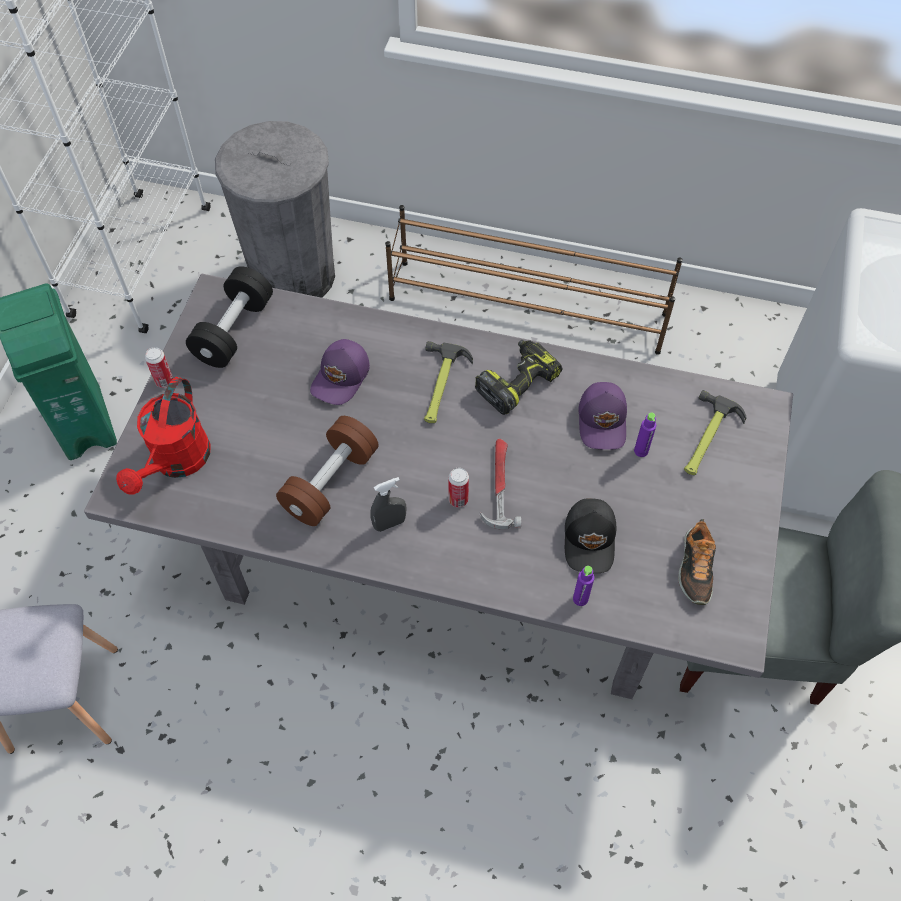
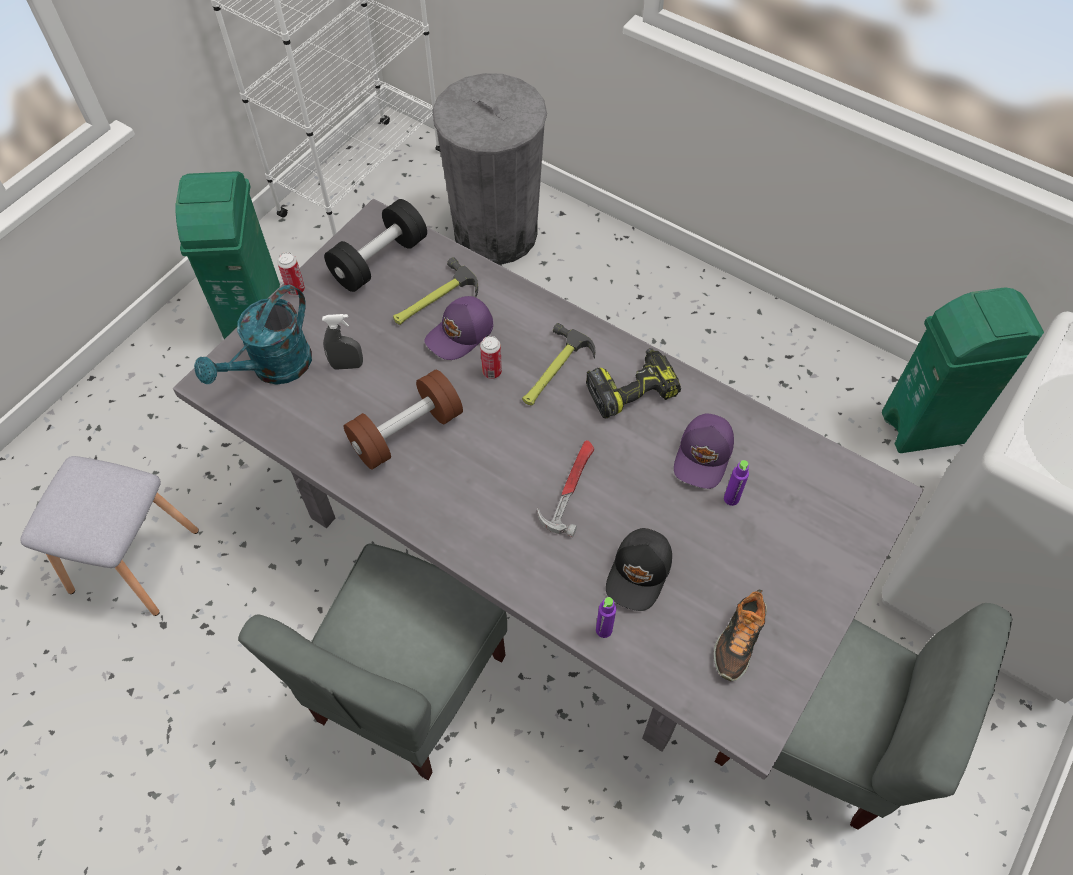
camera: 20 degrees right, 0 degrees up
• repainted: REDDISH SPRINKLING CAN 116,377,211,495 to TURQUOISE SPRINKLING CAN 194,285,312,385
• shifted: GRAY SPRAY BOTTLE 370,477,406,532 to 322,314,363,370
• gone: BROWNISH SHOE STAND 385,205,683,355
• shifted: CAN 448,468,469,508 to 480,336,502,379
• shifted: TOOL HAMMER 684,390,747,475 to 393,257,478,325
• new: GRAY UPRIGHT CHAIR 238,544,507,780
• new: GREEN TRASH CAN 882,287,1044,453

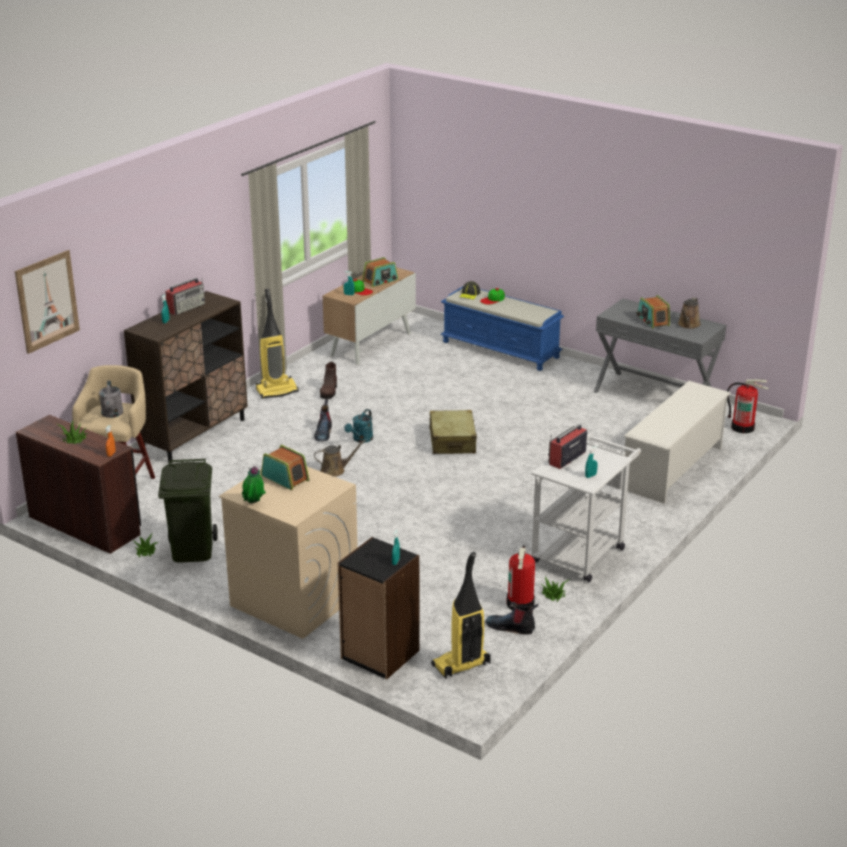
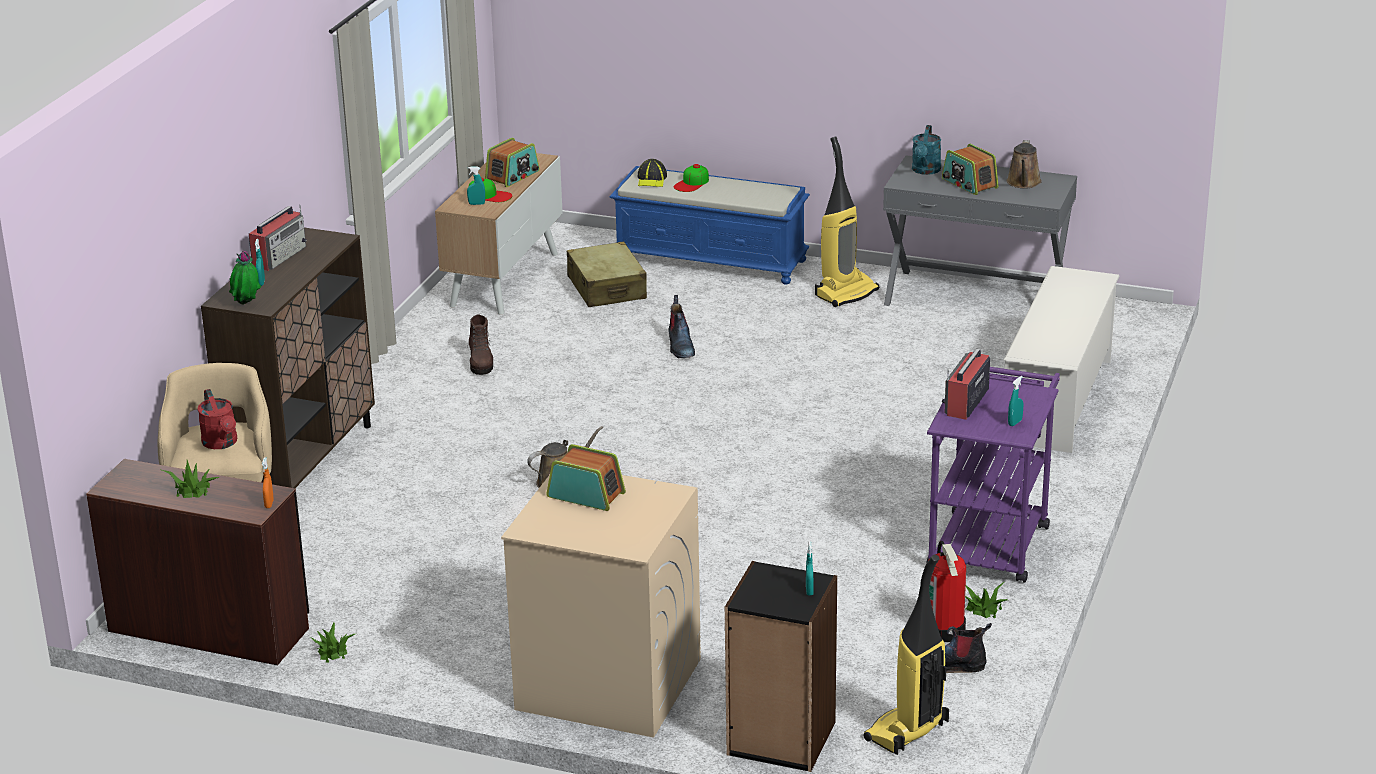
camera: 15 degrees left, 0 degrees up
• gone: WALL ART 15,250,80,354
• repainted: GRAY SPRINKLING CAN 99,380,123,418 to REDDISH SPRINKLING CAN 197,389,237,449
• gone: GREEN TRASH CAN 158,459,218,563
• shifted: PLANT IN A POT 242,466,266,504 to 229,251,261,304
• shifted: HOOVER 256,289,299,399 to 815,137,879,307
• shifted: BOOT 314,399,332,442 to 668,295,695,358
• shifted: TURQUOISE SPRINKLING CAN 344,409,373,443 to 912,125,941,175
• shifted: SAND-COLOURED PIECE OF LUGGAGE 430,410,477,454 to 567,241,647,307
• repainted: WHITE TROLLEY 531,433,641,582 to PURPLISH TROLLEY 927,367,1060,583
• gone: FIRE-FIGHTING CYLINDER 727,379,769,434

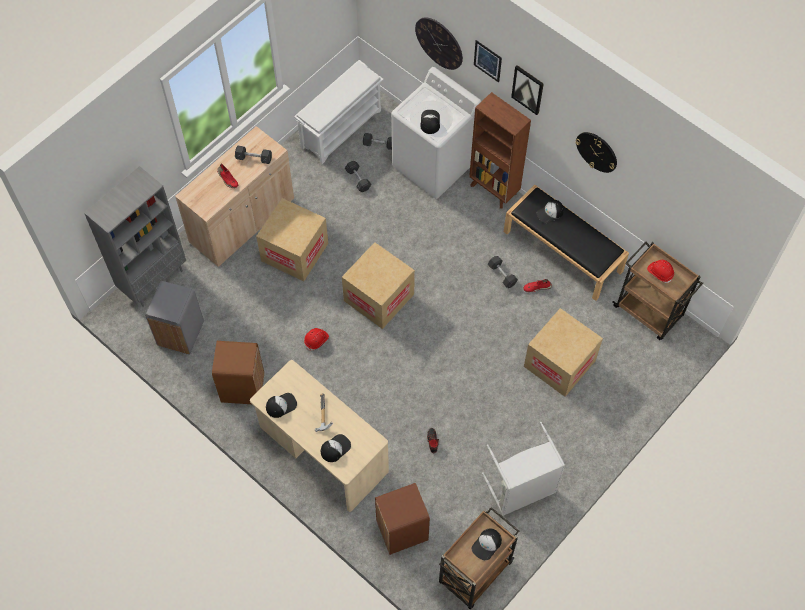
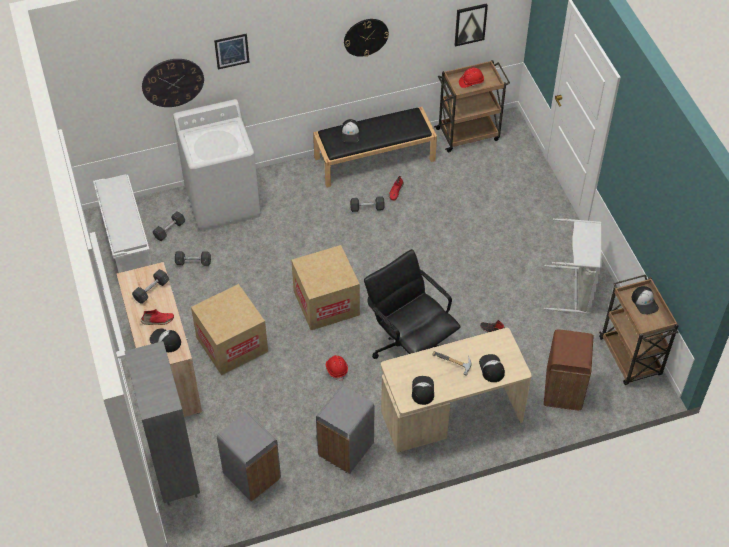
camera: 60 degrees left, 10 degrees down
• repainted: BROWNISH TRASH CAN 212,341,264,404 to GRAY TRASH CAN 316,385,374,474
• shifted: BASEBALL CAP 420,110,440,134 to 150,328,181,352
• gone: BROWNISH BOOKCASE 469,92,531,209
• shifted: WALL ART 511,65,544,115 to 455,3,488,47
• gone: PACKING BOX 524,308,603,397
• new: BLACK COMPUTER CHAIR 364,249,461,359

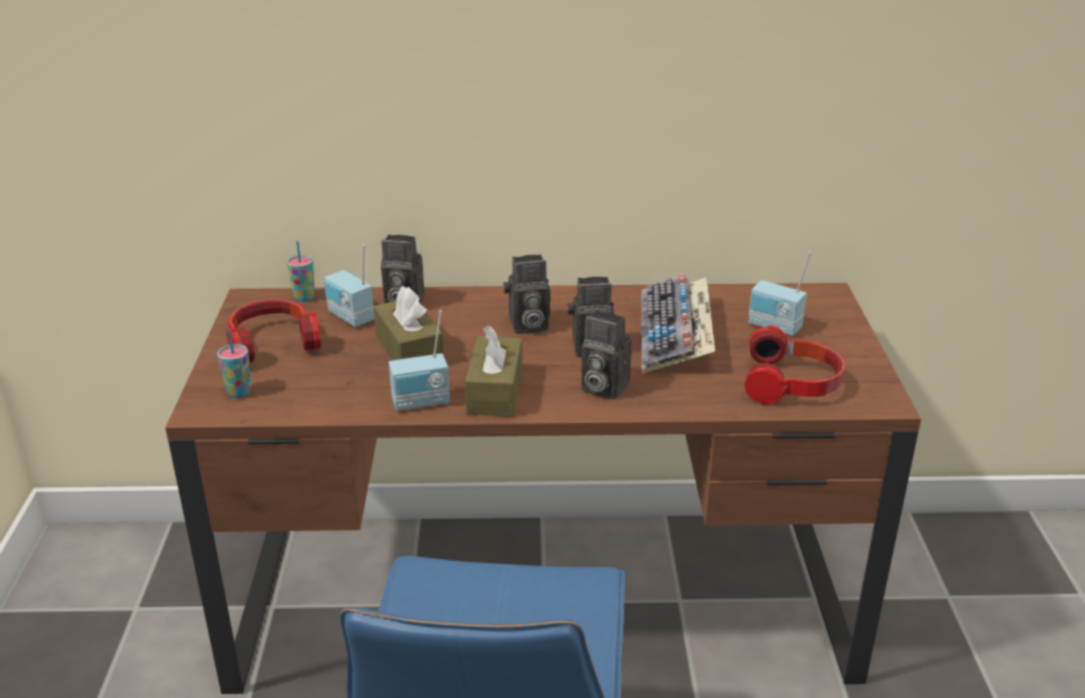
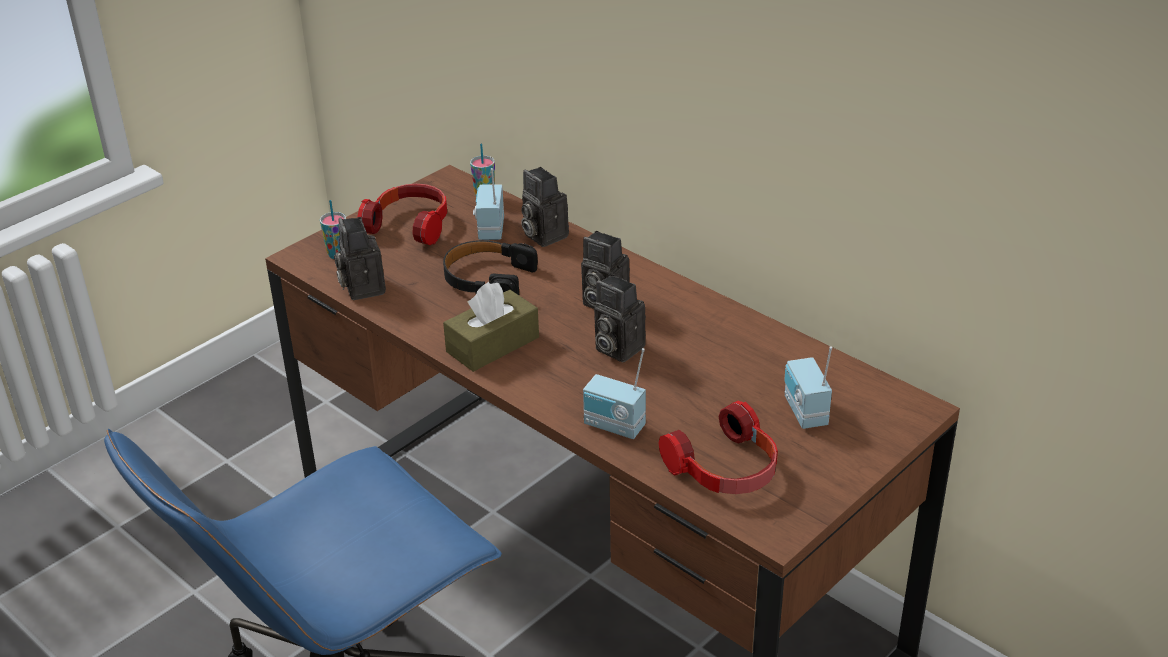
camera: 45 degrees right, 5 degrees up
• swapped: BROWNISH TISSUE HOLDER 373,286,444,360 to BLACK HEADSET 443,240,538,295
• shifted: RADIO 389,310,450,411 to 583,348,646,439
• shifted: STILL CAMERA 581,310,632,400 to 334,217,386,300
• gone: KEYBOARD 641,273,715,374

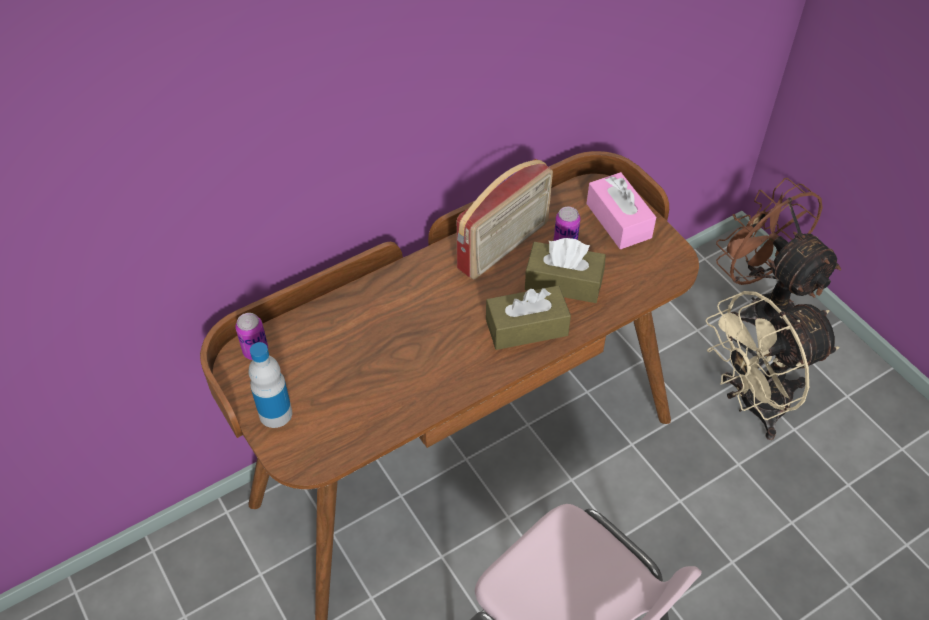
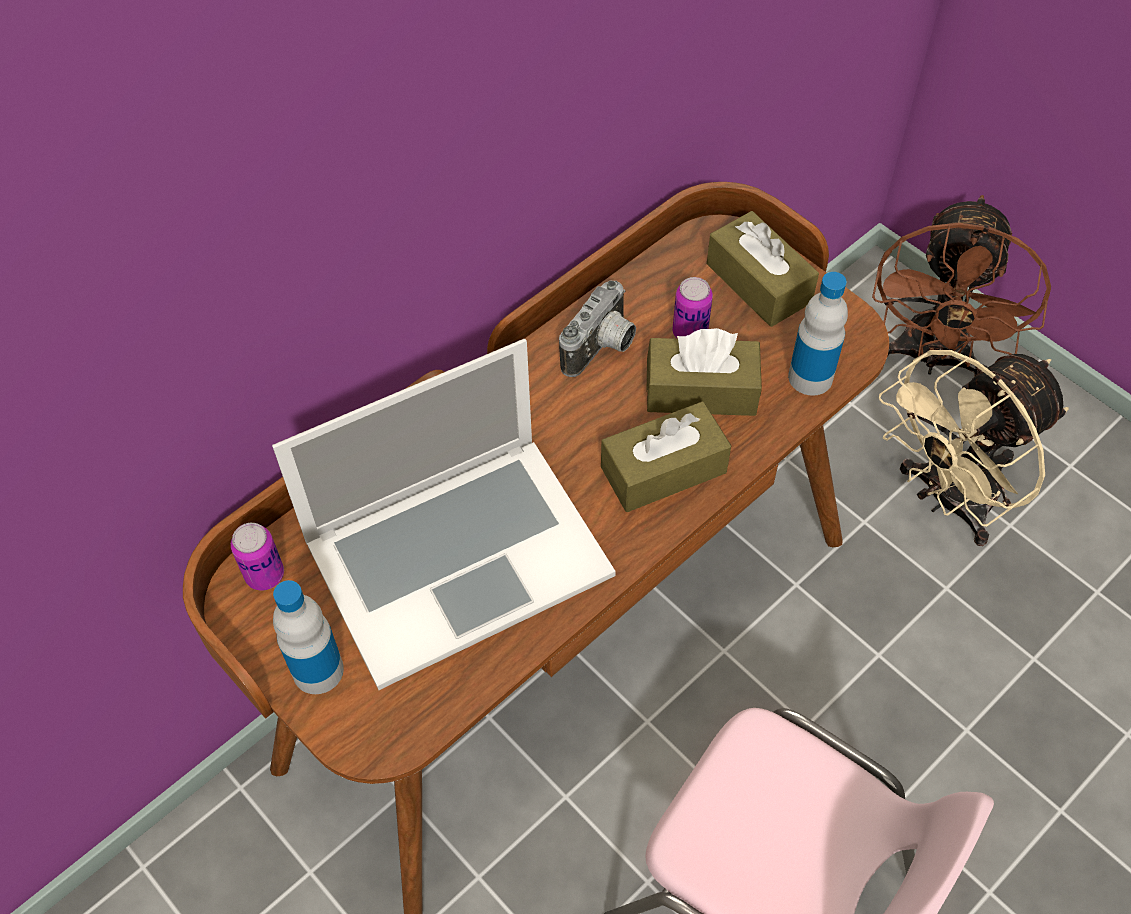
camera: 10 degrees left, 5 degrees up
• swapped: RADIO 457,159,553,279 to STILL CAMERA 559,281,636,377
• repainted: PINKISH TISSUE HOLDER 587,172,656,249 to BROWNISH TISSUE HOLDER 707,211,819,327
• rotated: BROWNISH FAN 716,178,841,326 = 872,195,1051,376 120 degrees counterclockwise
• new: PORTABLE COMPUTER 272,339,616,690
• new: BEVERAGE BOTTLE 788,272,848,396

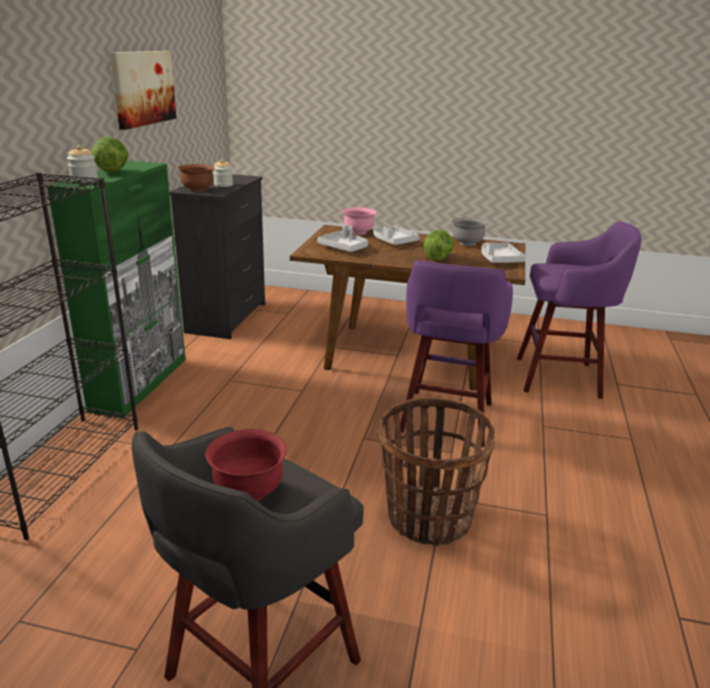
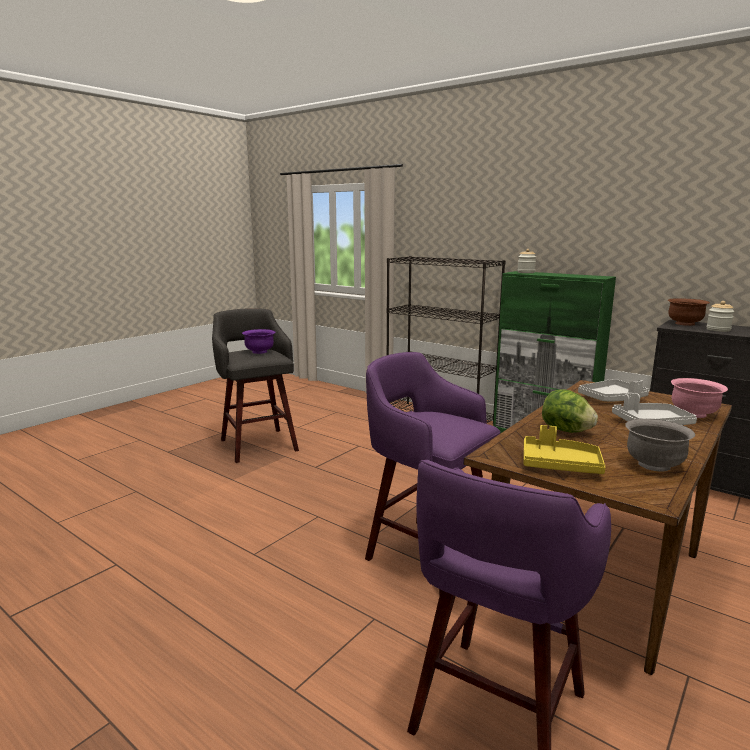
camera: 115 degrees right, 10 degrees down
• gone: LETTUCE HEAD 92,136,128,173
• gone: WALL ART 110,51,176,130
• repainted: REDDISH BOWL 206,429,287,501 to PURPLISH BOWL 242,329,275,354
• gone: BASKET 379,397,497,546
• repainted: GRAY SERVING TRAY 481,243,526,263 to YELLOW SERVING TRAY 524,425,606,474

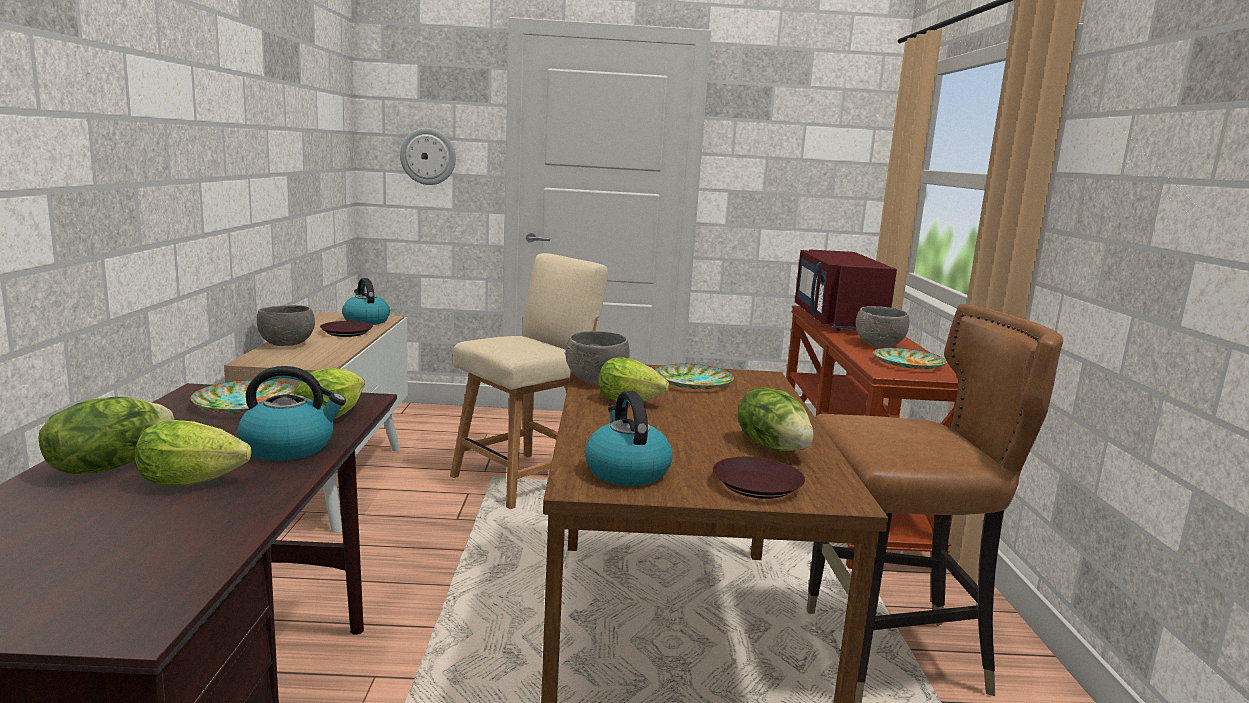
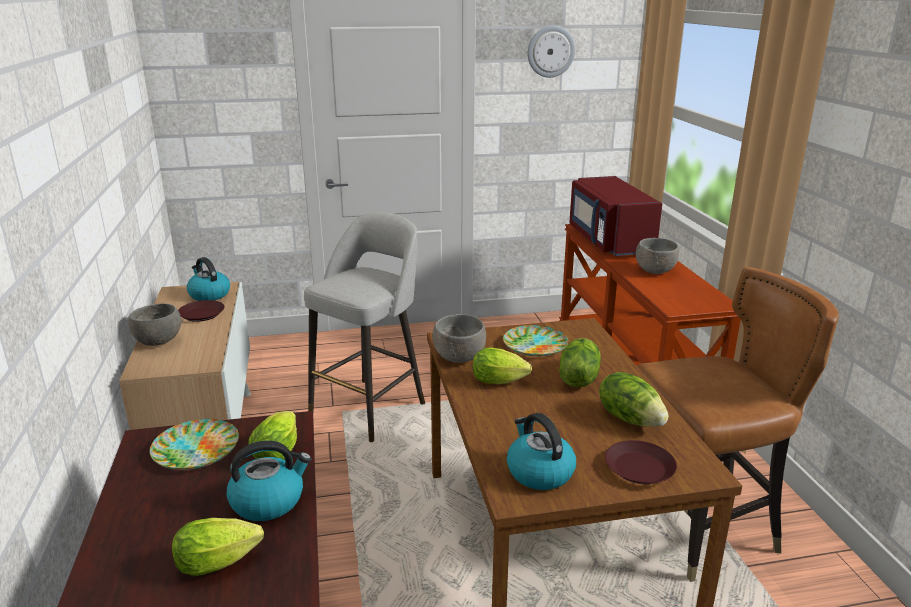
camera: 10 degrees left, 10 degrees up
• shifted: LETTUCE HEAD 39,397,174,474 to 559,338,601,387
• shifted: CLOCK ON THE WALL 400,128,456,185 to 528,25,575,78
• swapped: SAND-COLOURED UPRIGHT CHAIR 450,253,608,509 to GRAY STOOL SEAT 304,212,425,442
• gone: DINNER PLATE 873,348,947,369

